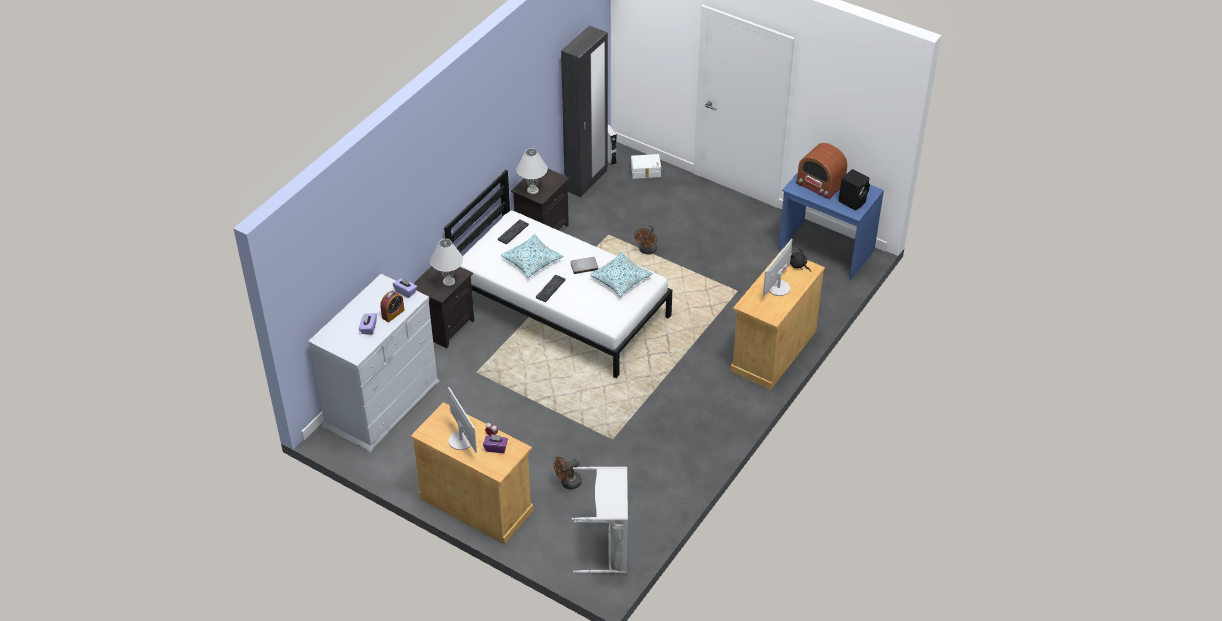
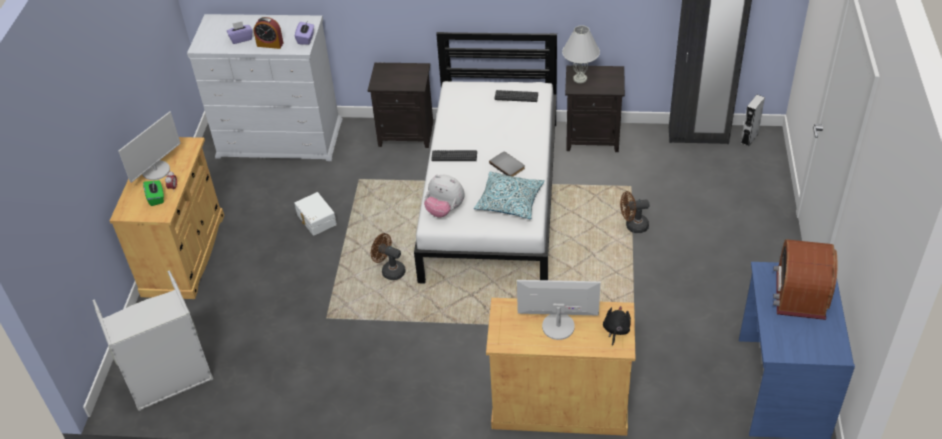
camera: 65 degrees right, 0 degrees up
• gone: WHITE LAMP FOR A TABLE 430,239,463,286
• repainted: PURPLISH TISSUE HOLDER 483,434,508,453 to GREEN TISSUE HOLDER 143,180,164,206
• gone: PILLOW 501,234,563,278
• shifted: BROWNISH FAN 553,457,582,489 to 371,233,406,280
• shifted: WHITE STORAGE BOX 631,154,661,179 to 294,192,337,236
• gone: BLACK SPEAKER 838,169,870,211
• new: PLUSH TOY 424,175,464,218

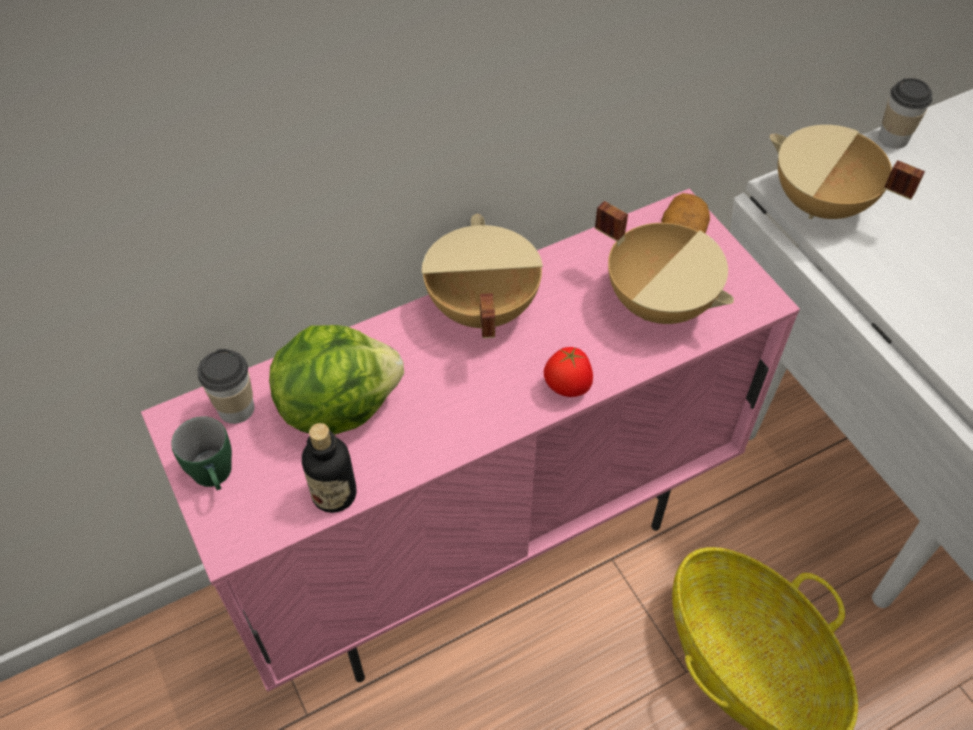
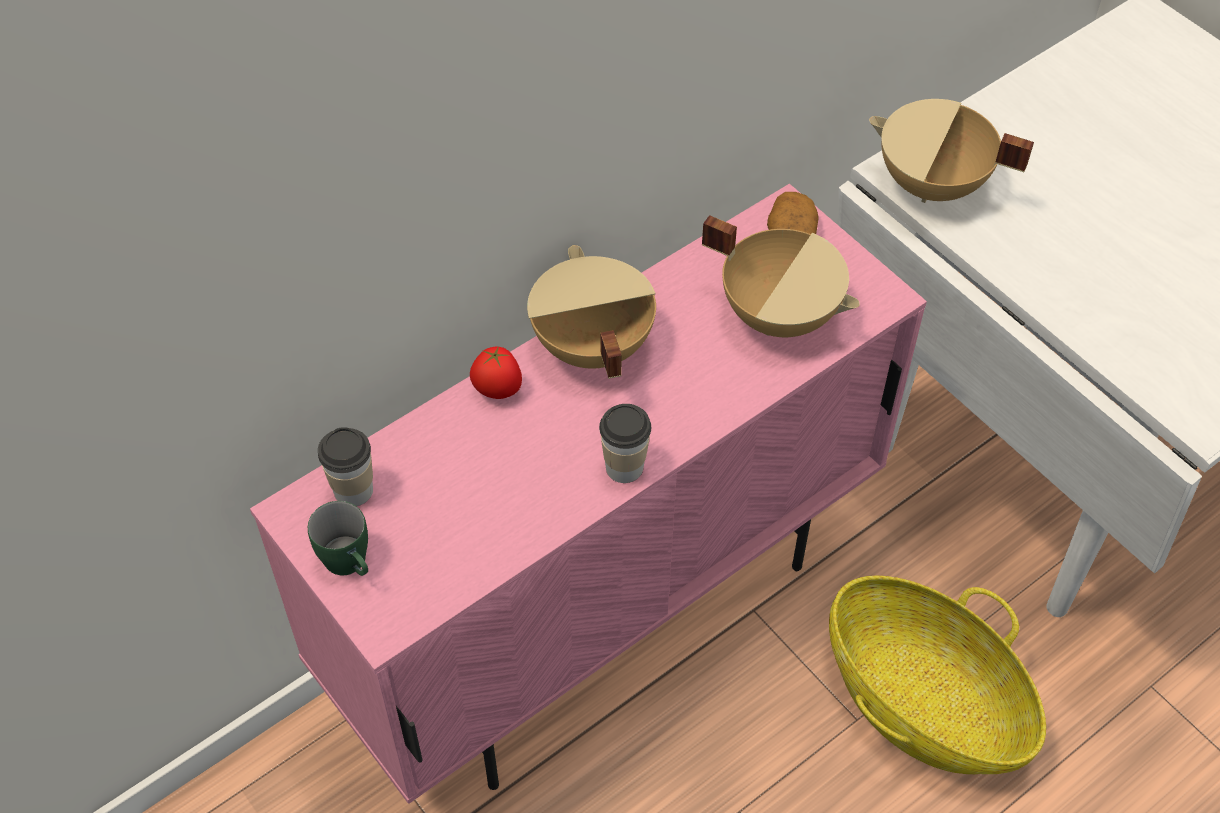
camera: 10 degrees left, 0 degrees up
• gone: LETTUCE HEAD 269,325,404,435
• gone: BEVERAGE BOTTLE 302,423,356,513
• shifted: FRESH TOMATO 544,347,593,397 to 470,346,522,399
• shifted: DRINKING CUP 879,78,932,149 to 599,404,651,483

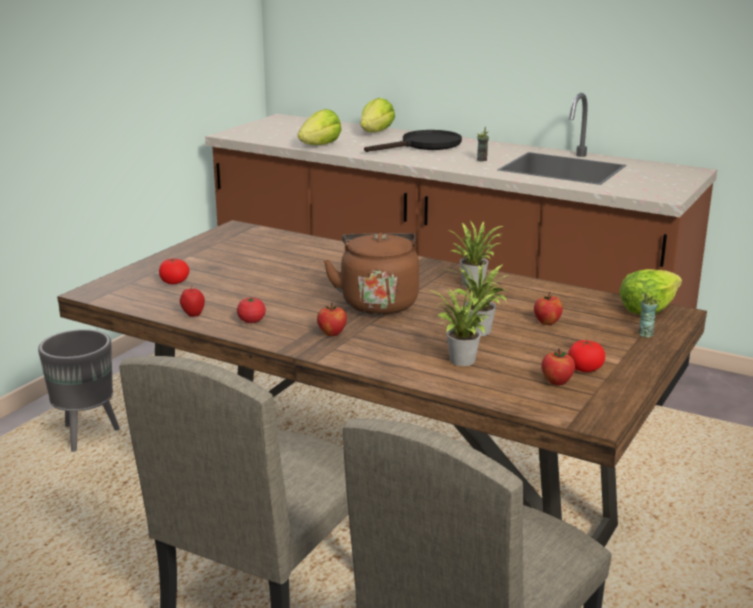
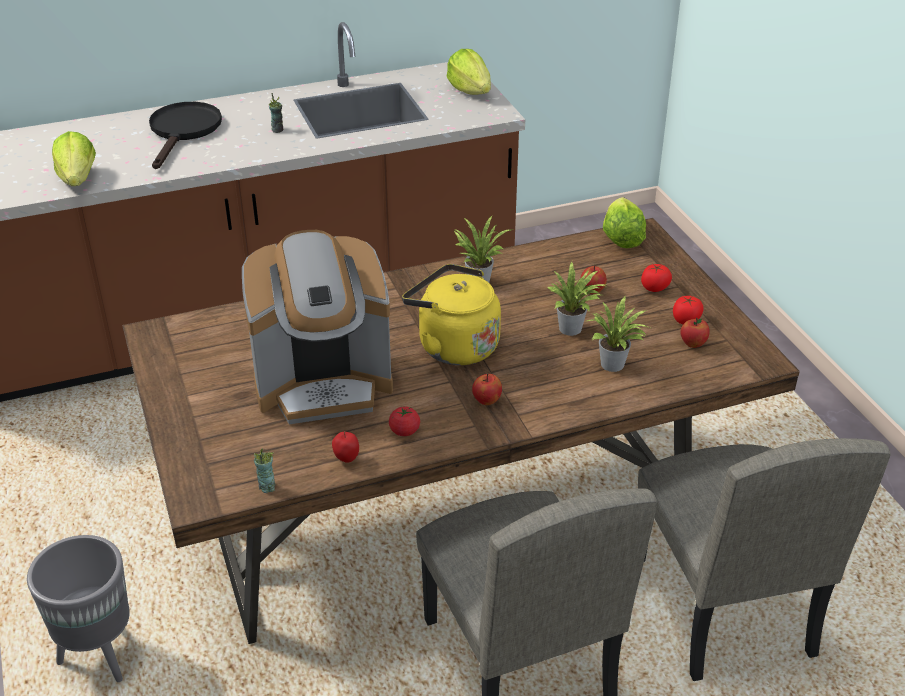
camera: 50 degrees left, 15 degrees up
• shifted: FRESH TOMATO 159,258,189,284 to 641,264,672,292
• repainted: BROWNISH KETTLE 323,233,419,315 to YELLOW KETTLE 402,264,501,365
• shifted: LETTUCE HEAD 360,98,395,132 to 446,49,491,95
• shifted: DRINKING CUP 639,293,659,338 to 254,449,276,493
• new: COFFEE MAKER 242,230,393,424

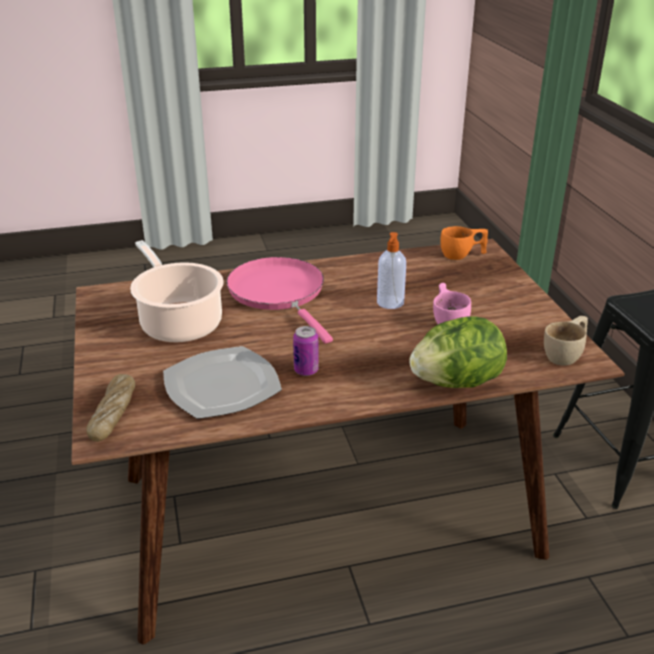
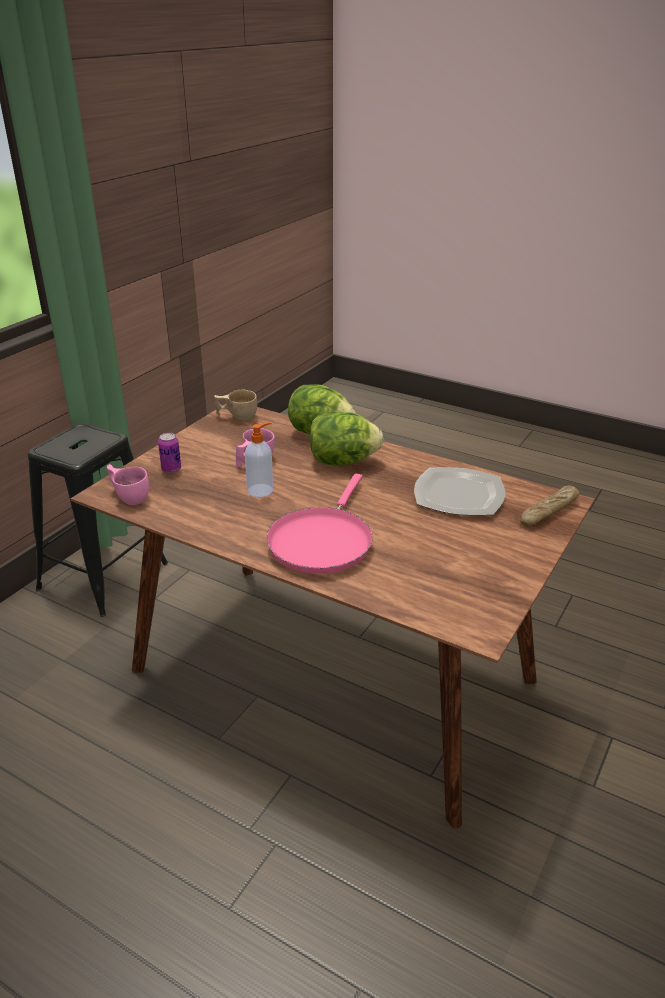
camera: 135 degrees left, 0 degrees up
• gone: SAUCEPOT 130,240,224,343
• shifted: CAN 293,326,319,376 to 158,433,181,473
• repainted: ORANGEY DRINKING CUP 440,226,488,260 to PINKISH DRINKING CUP 107,464,149,505
• new: LETTUCE HEAD 310,411,383,466

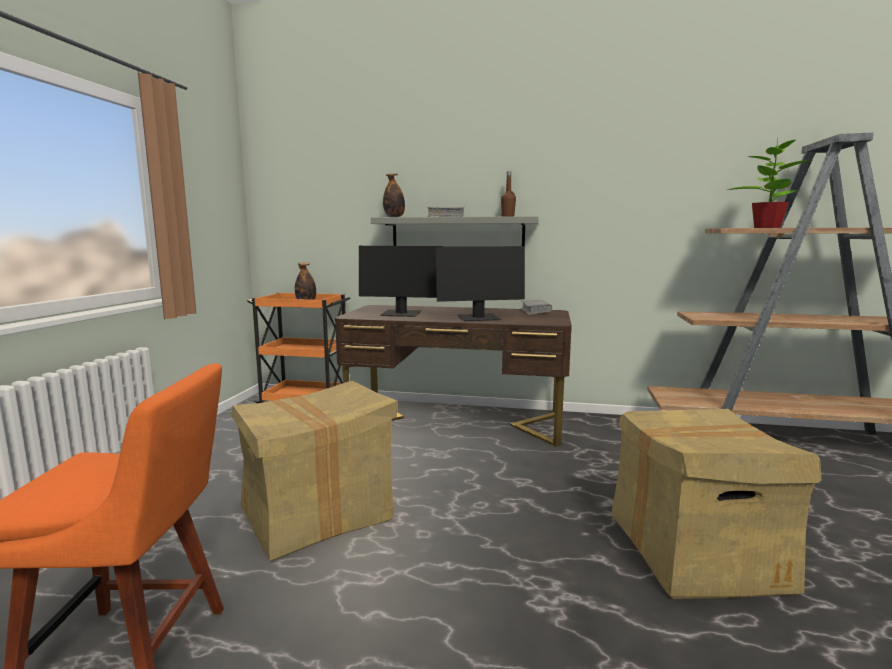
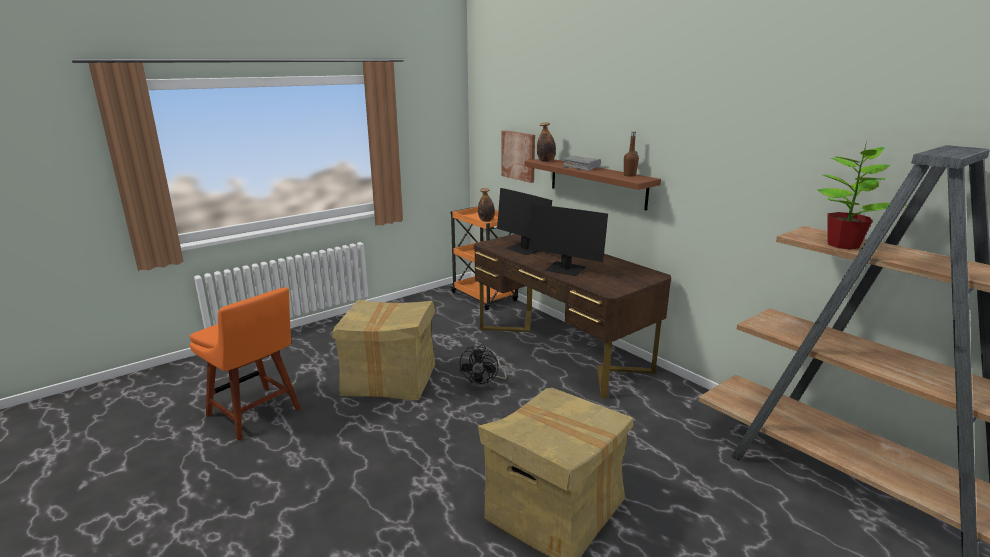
camera: 40 degrees right, 10 degrees up
• repainted: GRAY WALL SHELF 371,216,539,246 to BROWNISH WALL SHELF 525,159,661,211
• gone: GRAY BOOK 520,300,552,315
• new: BLACK FAN 460,344,508,390
• new: WALL ART 501,130,535,183

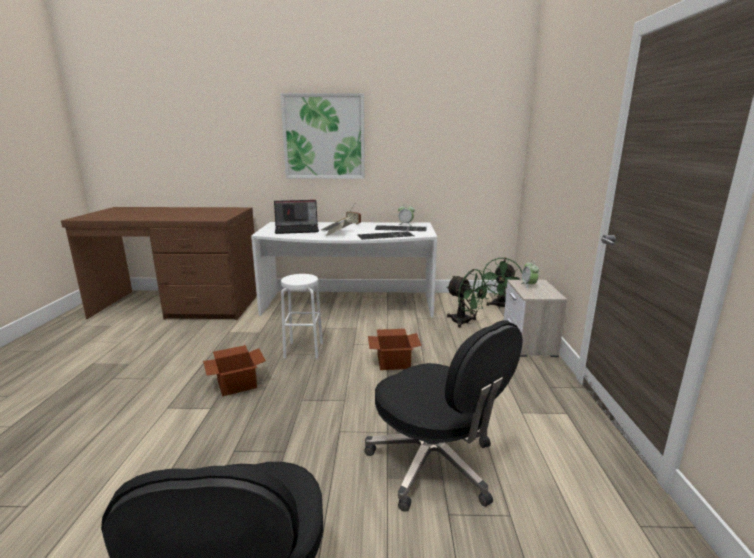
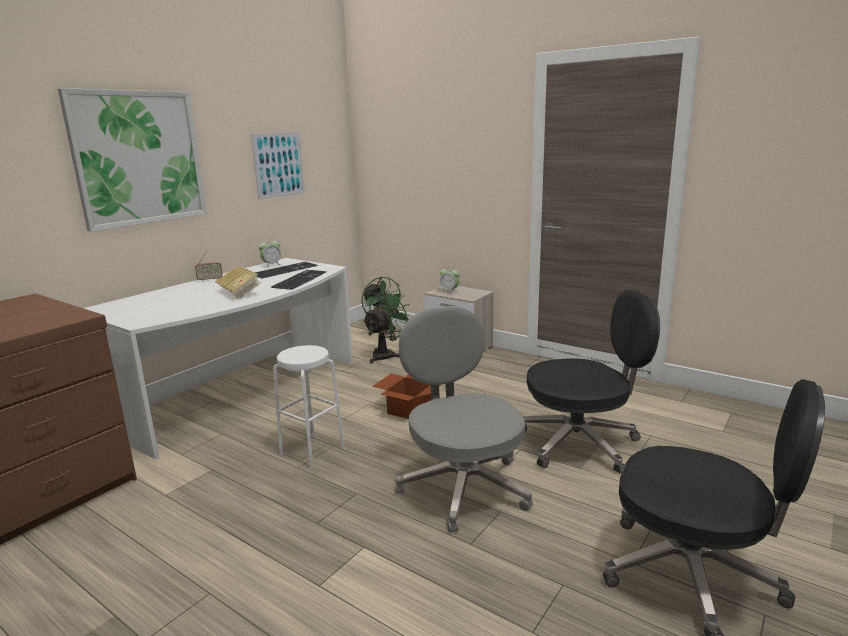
camera: 55 degrees left, 0 degrees up
• gone: PACKING BOX 203,345,266,396
• gone: PORTABLE COMPUTER 274,200,319,234
• rotated: GREEN FAN 447,269,491,328 = 363,291,412,364 45 degrees counterclockwise
• new: WALL ART 251,132,305,199
• new: GRAY COMPUTER CHAIR 395,306,533,532

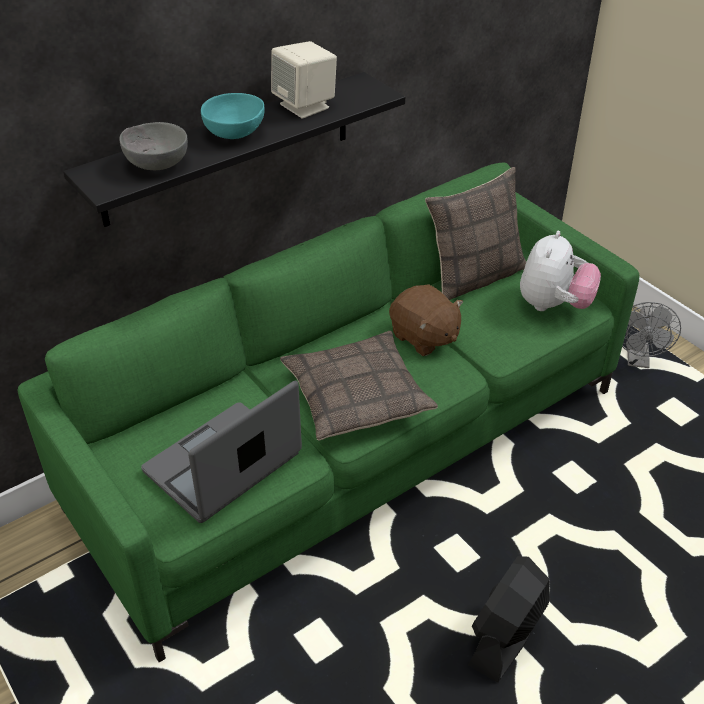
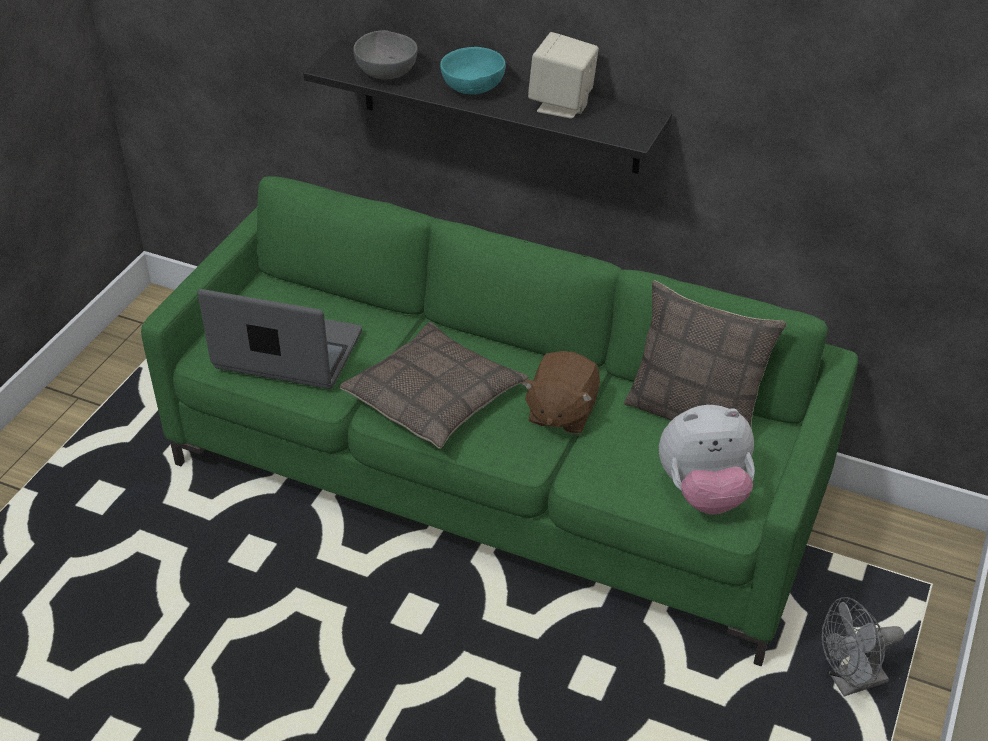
camera: 60 degrees right, 0 degrees up
• gone: BLACK FAN 468,556,549,683

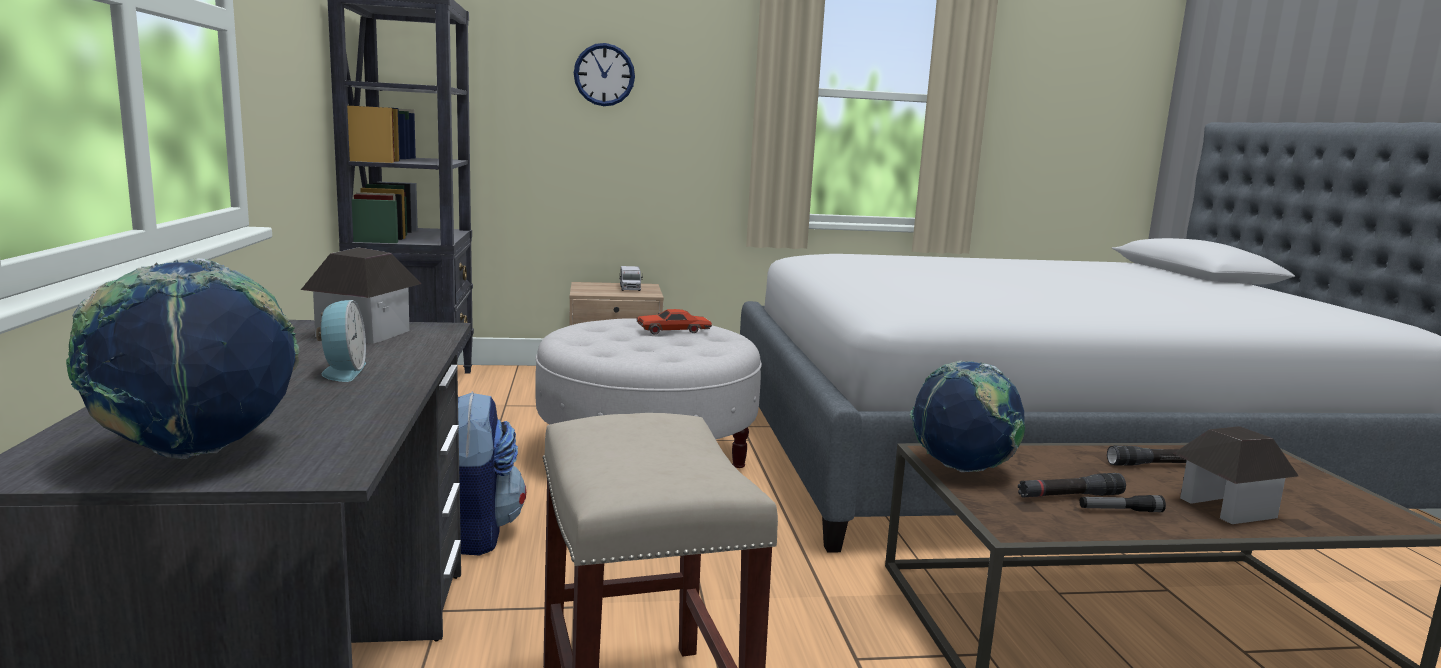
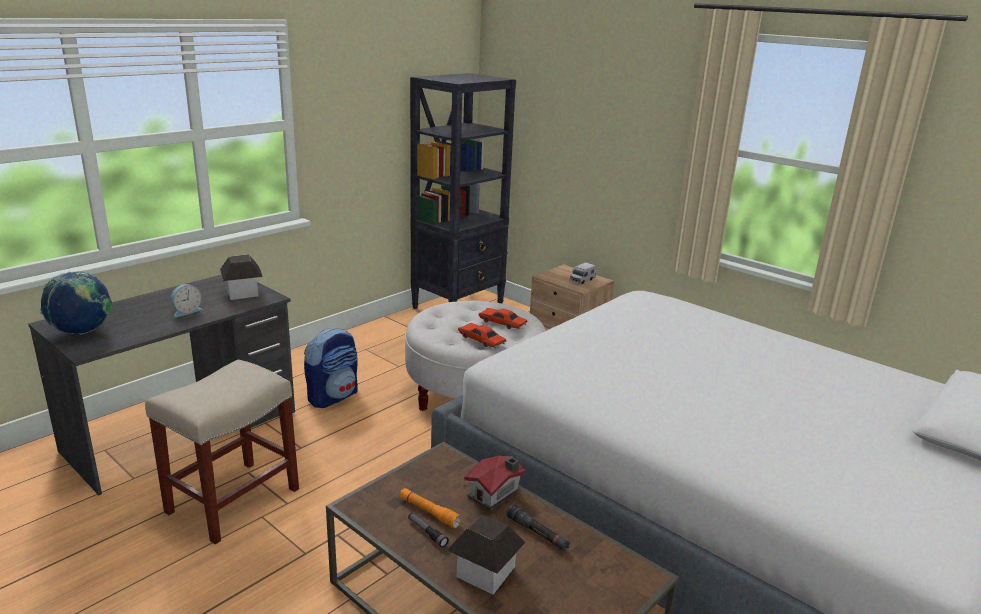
camera: 50 degrees right, 10 degrees up
• gone: CLOCK ON THE WALL 574,43,635,106
• gone: DESK GLOBE 910,361,1026,472
• repainted: BLACK TORCH 1018,473,1126,497 to ORANGEY TORCH 399,488,461,528
• new: REDDISH MODEL CAR 458,323,506,348
• new: TOY HOUSE 464,456,526,511

